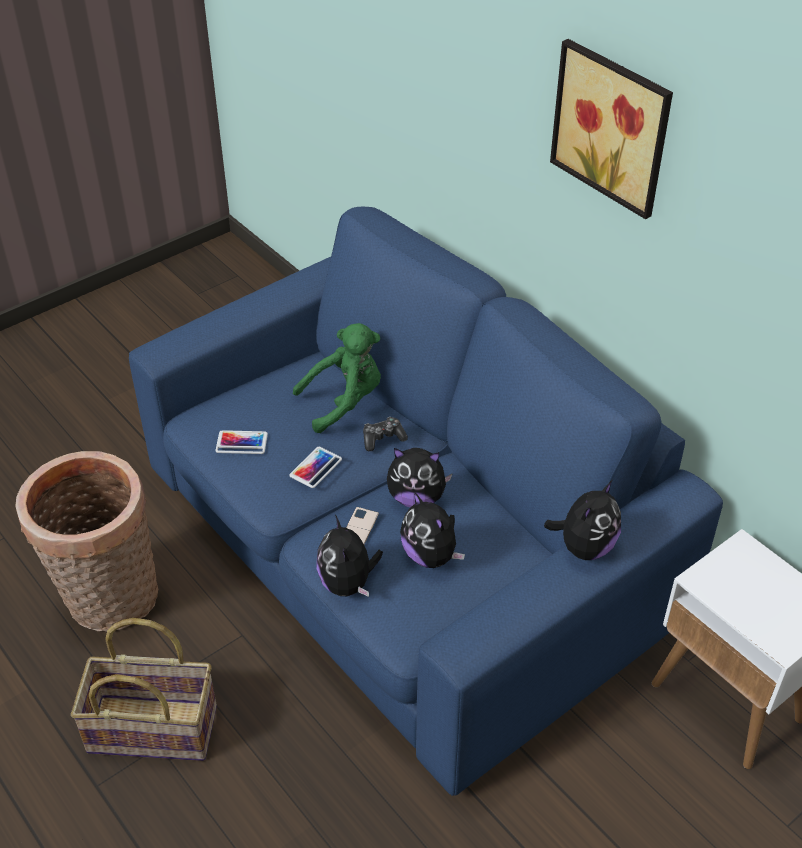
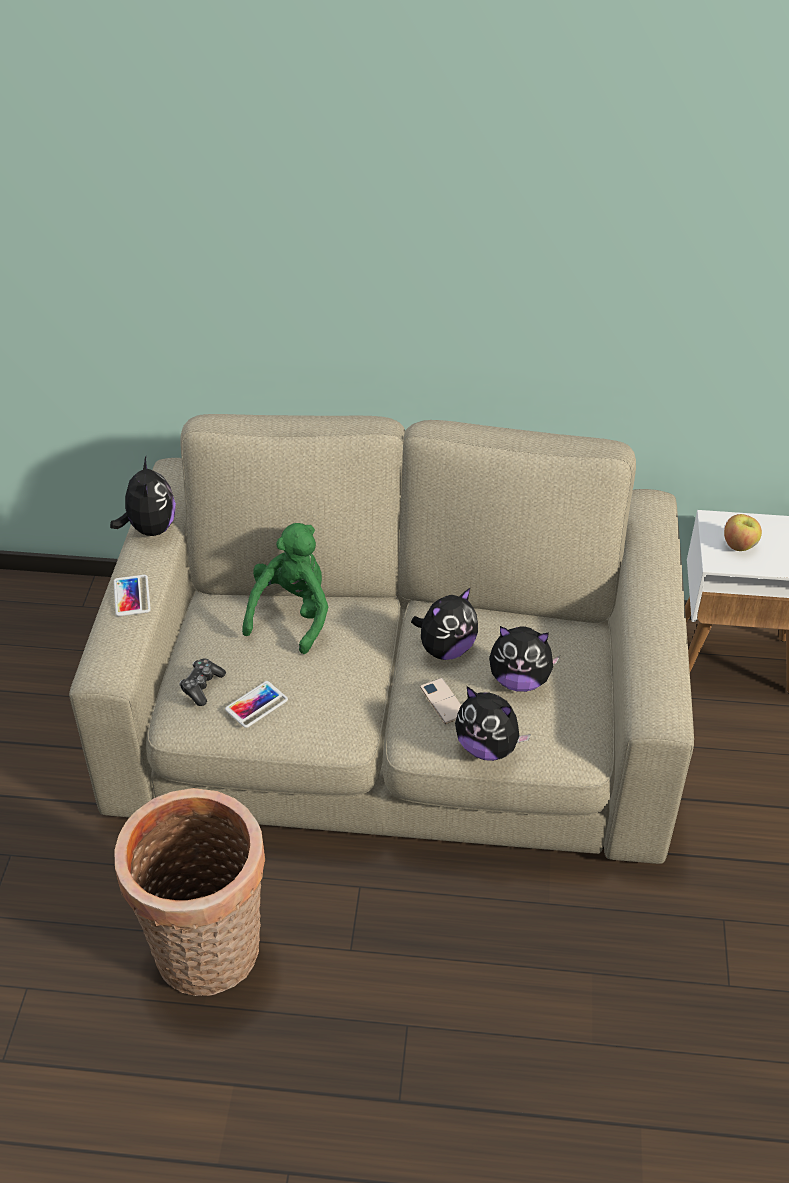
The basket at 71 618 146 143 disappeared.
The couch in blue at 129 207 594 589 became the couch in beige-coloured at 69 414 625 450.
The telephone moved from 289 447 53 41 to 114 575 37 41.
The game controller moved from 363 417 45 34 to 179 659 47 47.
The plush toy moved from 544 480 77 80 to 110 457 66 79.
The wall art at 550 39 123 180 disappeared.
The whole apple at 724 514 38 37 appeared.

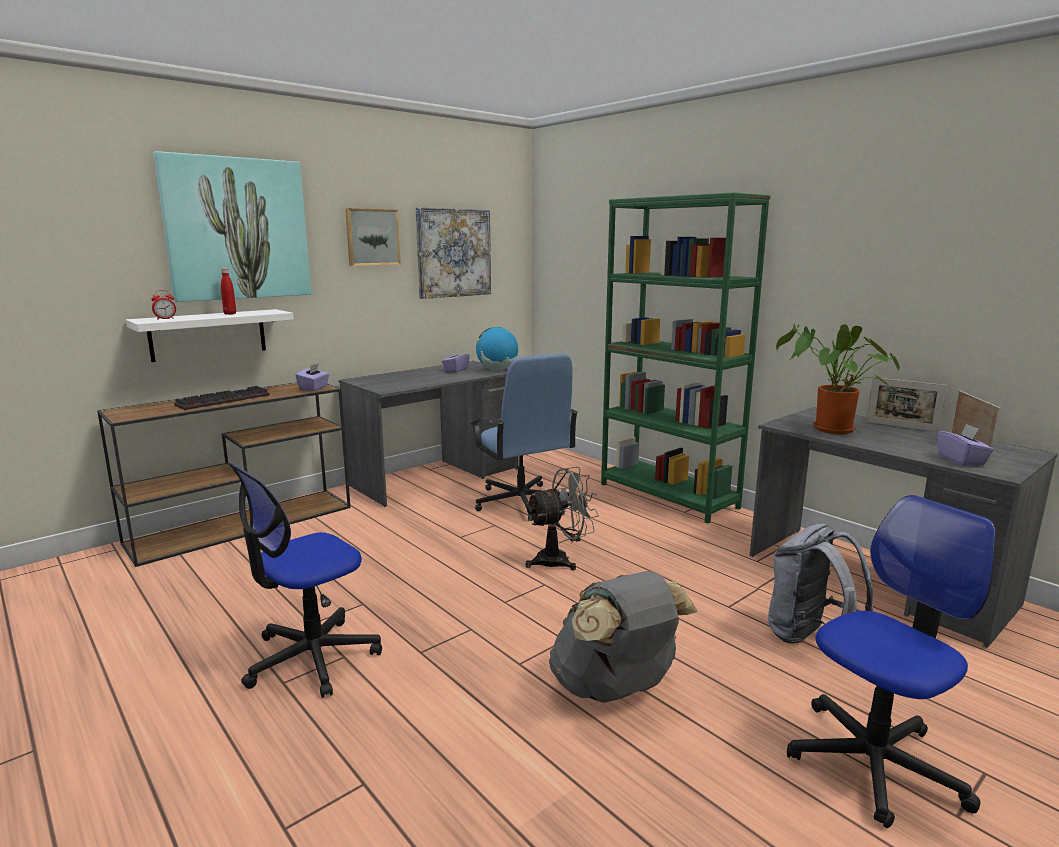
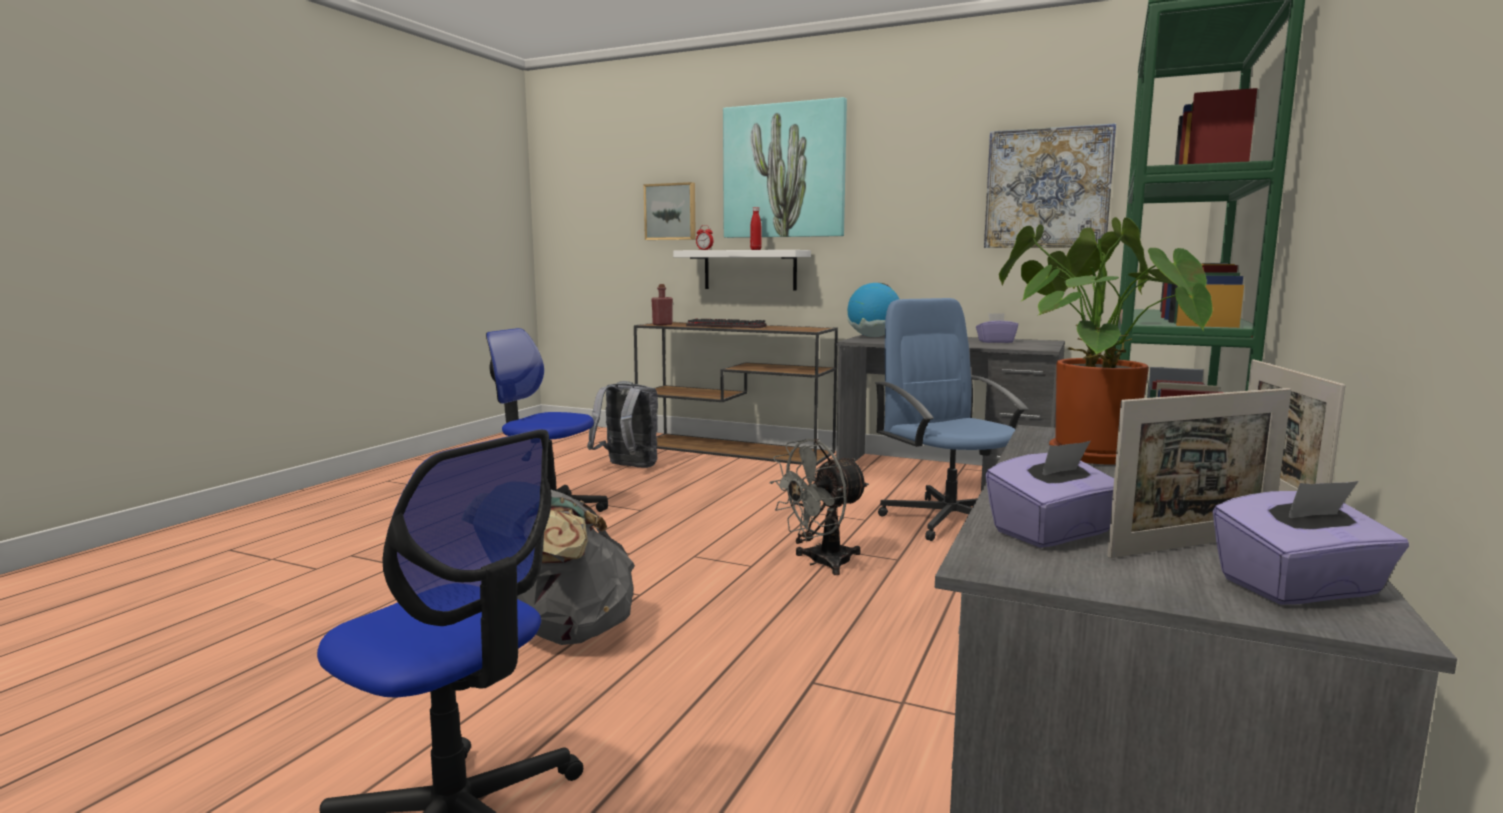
The box of tissues in purple-coloured moved from 296 363 34 28 to 1213 481 196 124.
The wall art moved from 345 208 56 58 to 643 182 53 58.
The computer chair in blue at 471 354 107 167 turned 120 degrees clockwise.
The globe moved from 476 327 42 43 to 847 283 52 54.
The electric fan in gray at 525 467 74 103 turned 105 degrees clockwise.
The backpack in gray moved from 768 523 105 121 to 587 381 71 87.
The beverage bottle in red at 651 284 22 41 appeared.

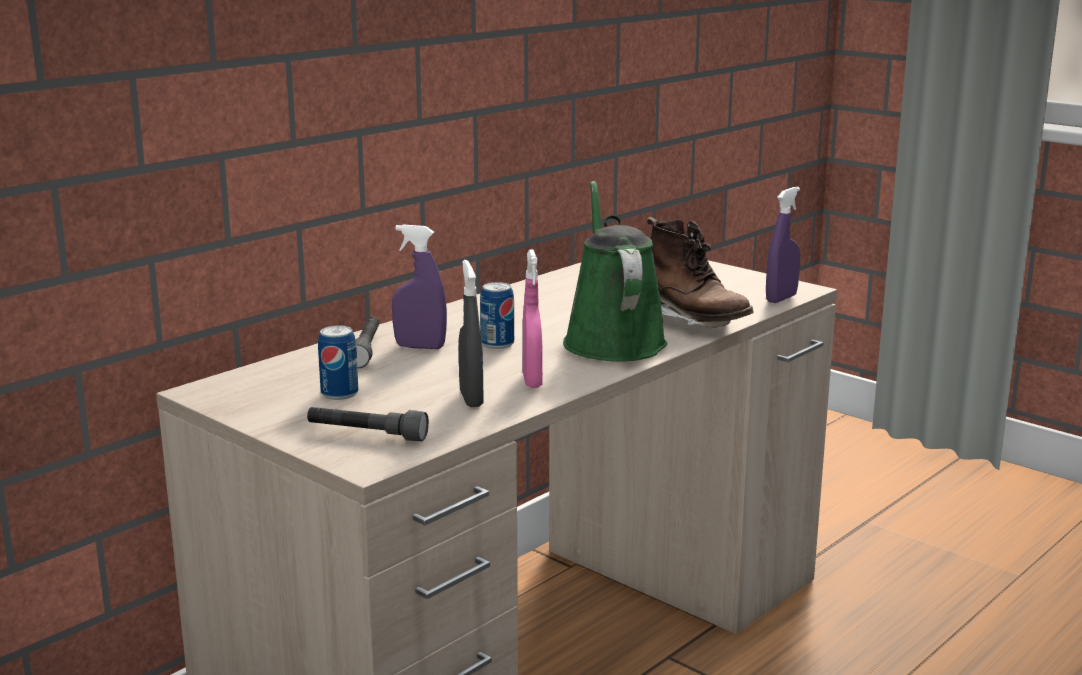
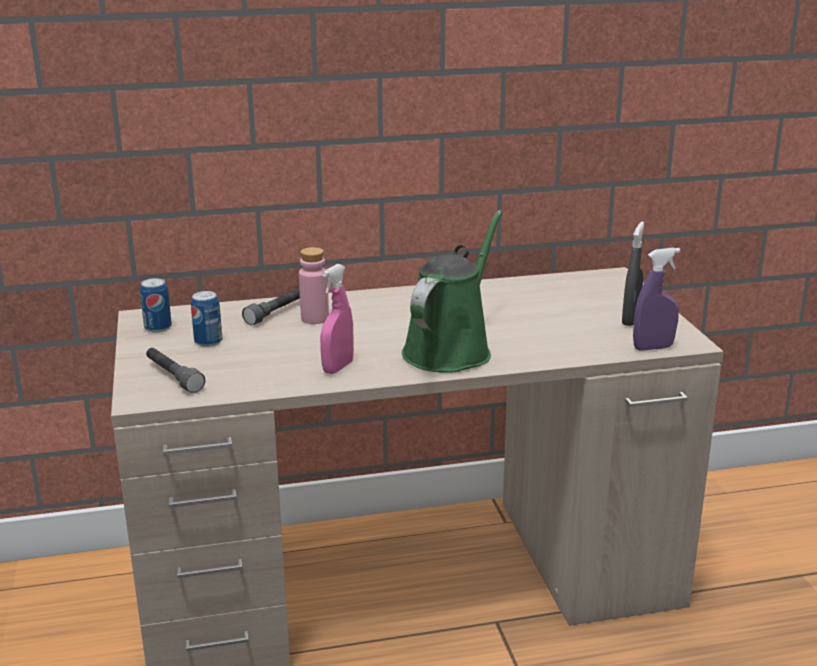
The hand sprayer in purple-coloured at 392 224 55 125 was replaced by the beverage bottle in pink-coloured at 299 247 30 77.
The hand sprayer in gray moved from 459 260 24 147 to 622 222 22 104.
The can moved from 480 282 34 67 to 140 278 32 54.
The tall boot in brownish at 647 217 107 111 disappeared.

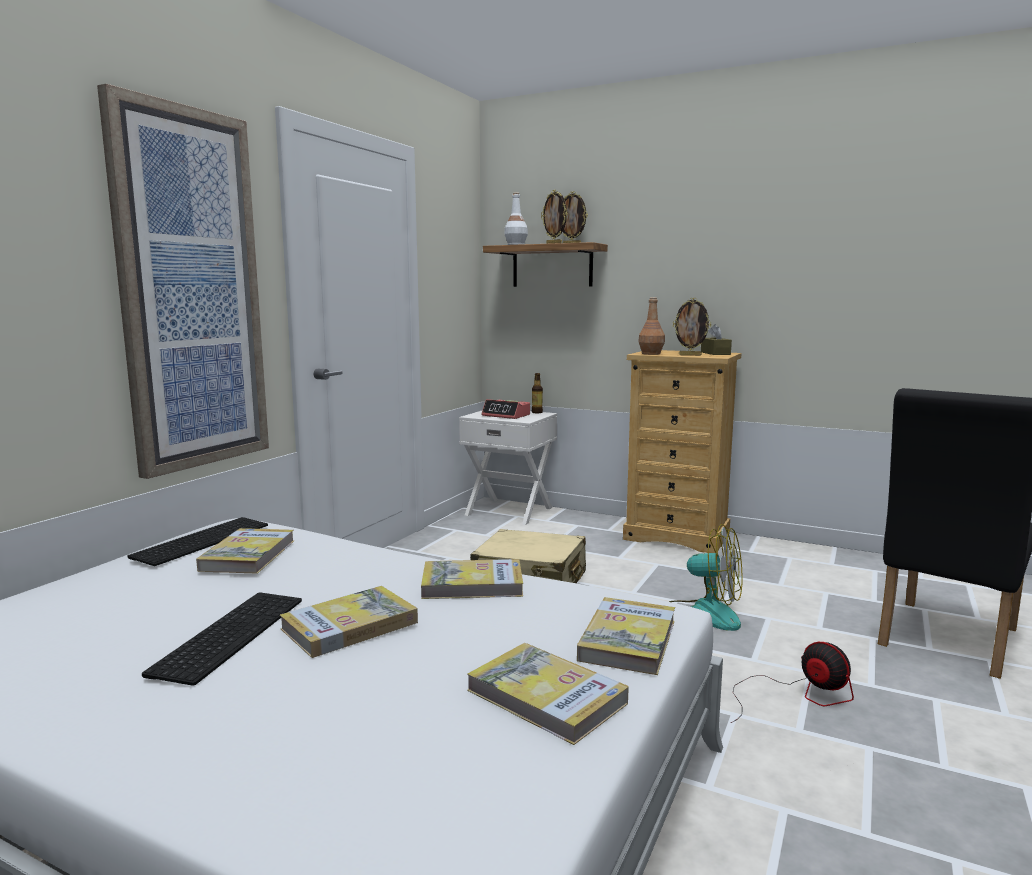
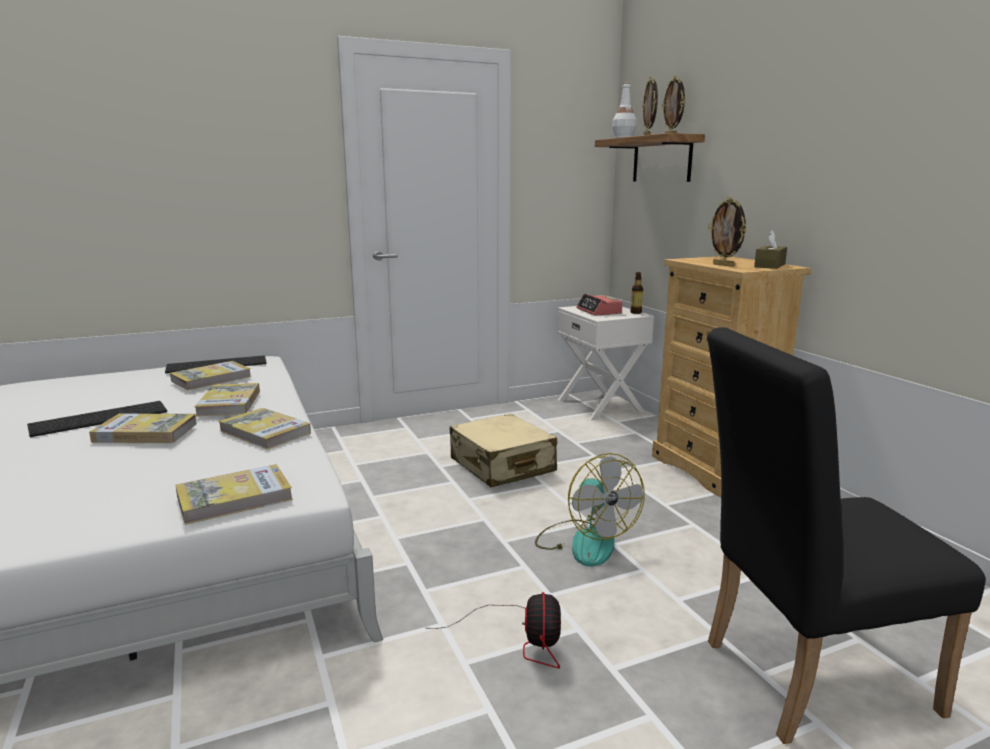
The wall art at 97 84 172 395 disappeared.
The bound book moved from 467 643 162 102 to 194 383 66 33.
The beverage bottle in brownish at 638 297 27 58 disappeared.

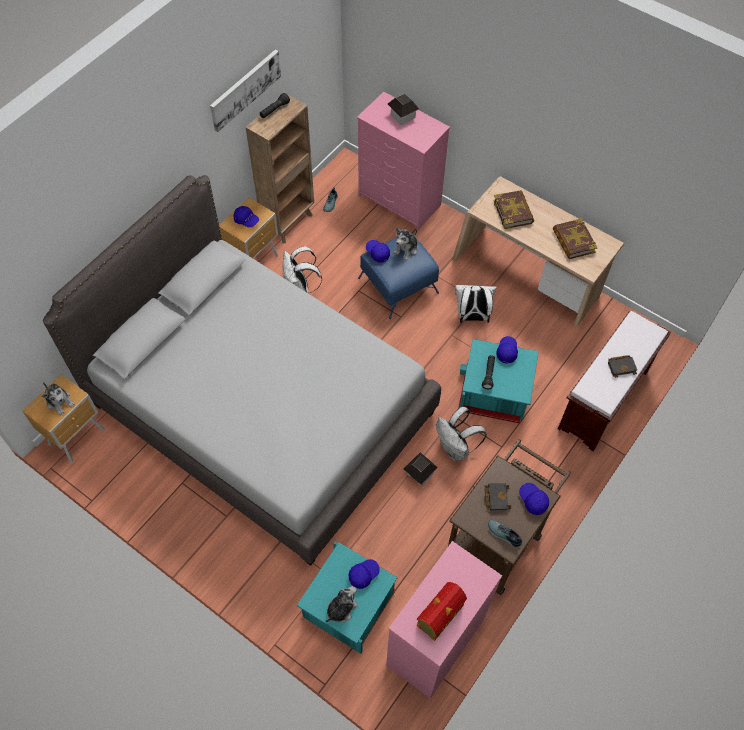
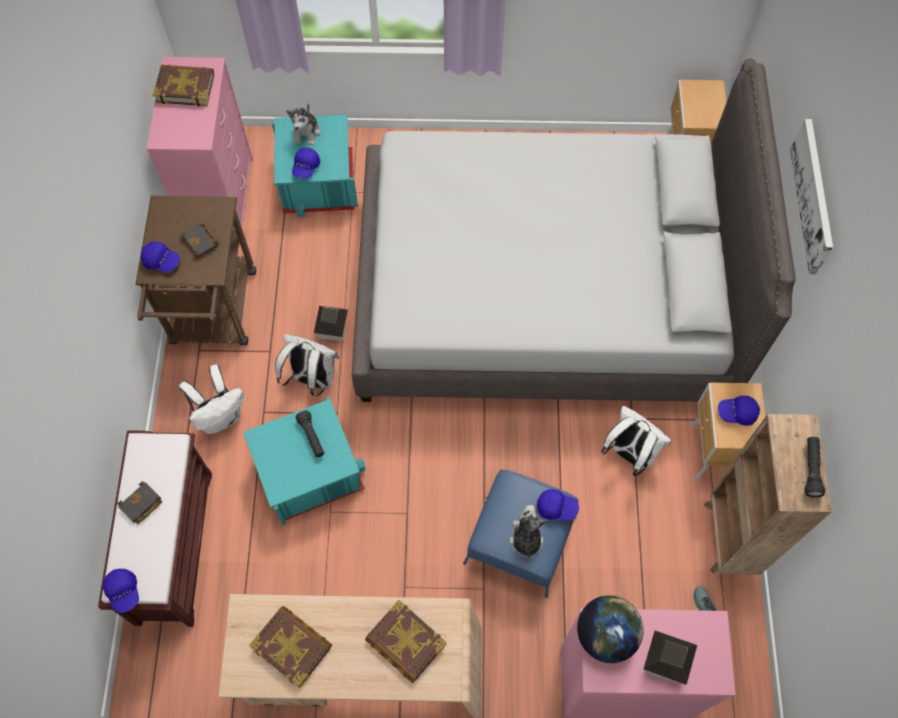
The plush toy at 42 382 33 34 disappeared.
The wall art moved from 210 50 71 82 to 790 119 43 155.
The toy house at 417 582 50 59 was replaced by the bound book at 153 65 61 42.
The backpack in white-coloured moved from 455 285 41 38 to 179 364 65 70.
The shoe at 488 520 34 27 disappeared.
The cap in blue moved from 496 336 22 28 to 103 569 36 44.
The globe at 577 595 67 68 appeared.

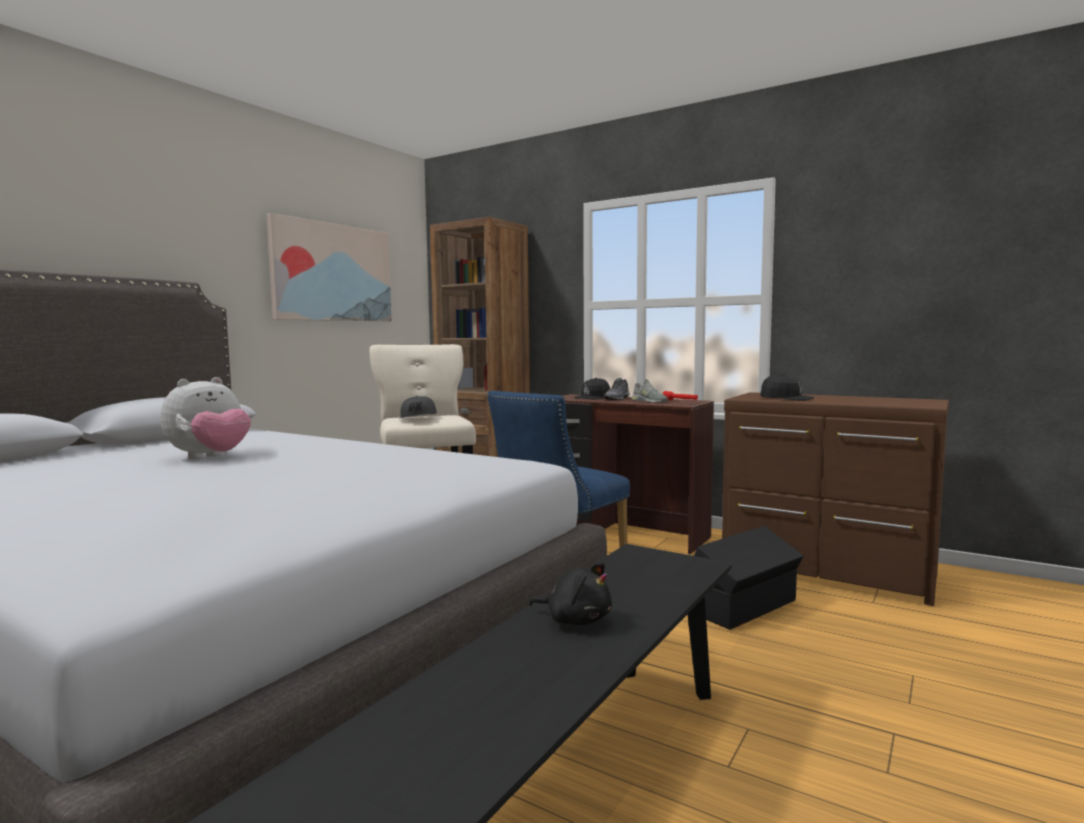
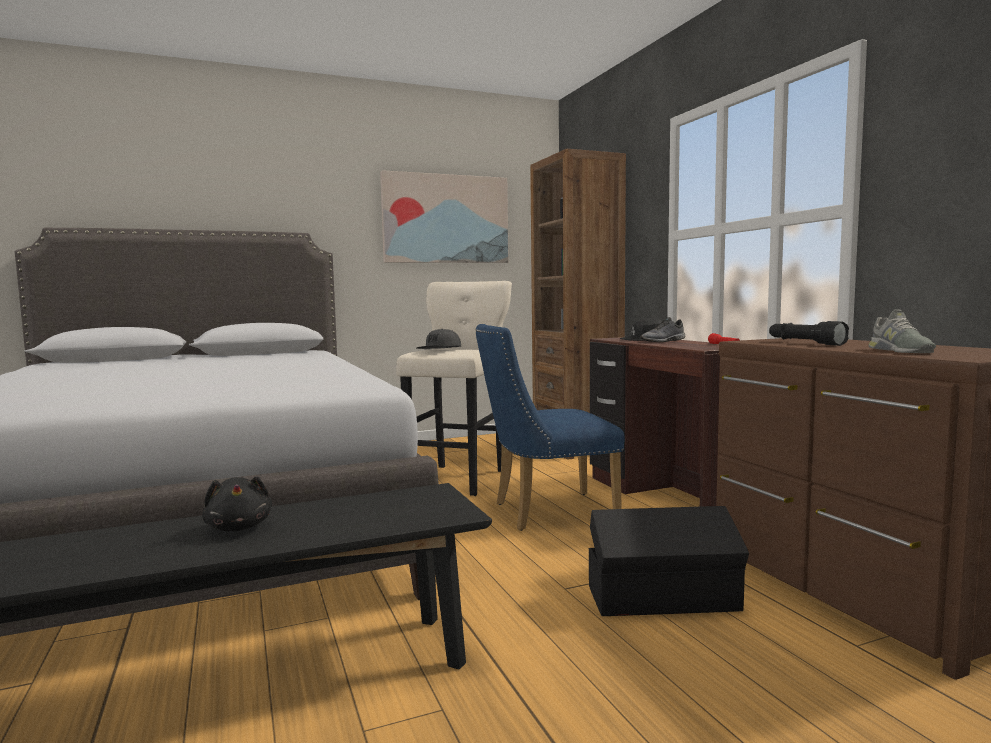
The plush toy at 161 377 90 82 disappeared.
The shoe in gray moved from 632 379 36 24 to 869 309 67 44.
The cap in black-coloured at 760 374 54 27 was replaced by the torch in black-coloured at 769 321 80 25.

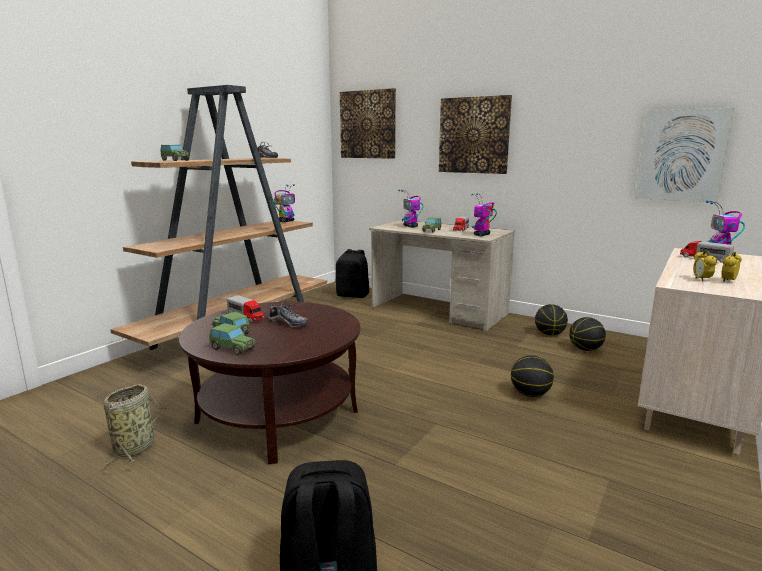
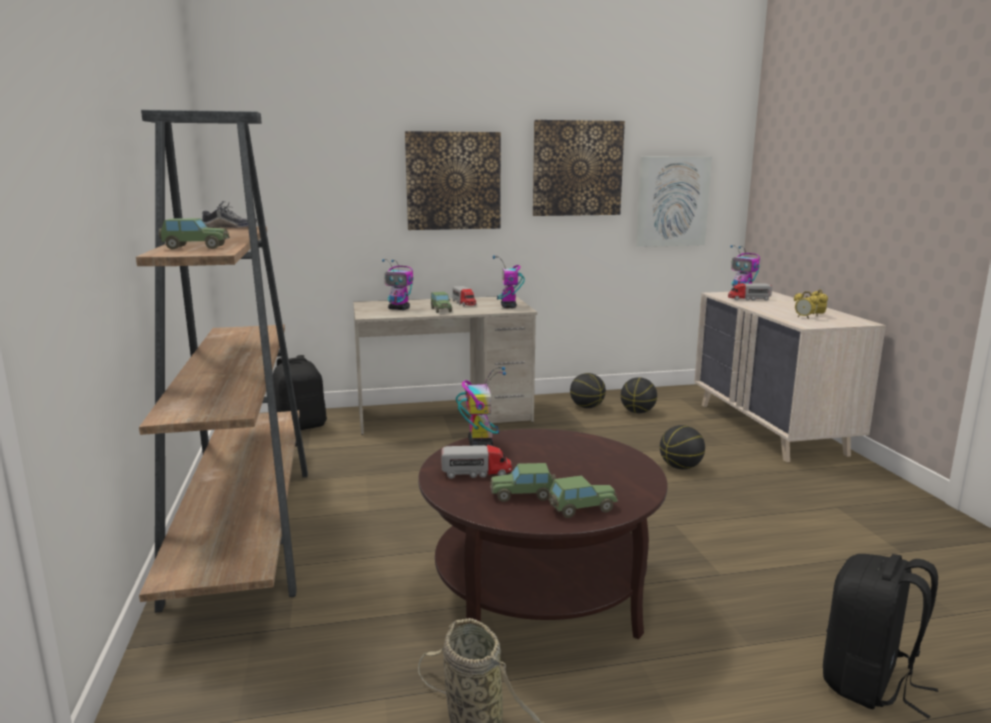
The shoe at 269 301 40 26 disappeared.
The toy robot moved from 274 184 21 38 to 456 367 50 79.
The wall art moved from 340 88 56 71 to 533 120 92 96.

